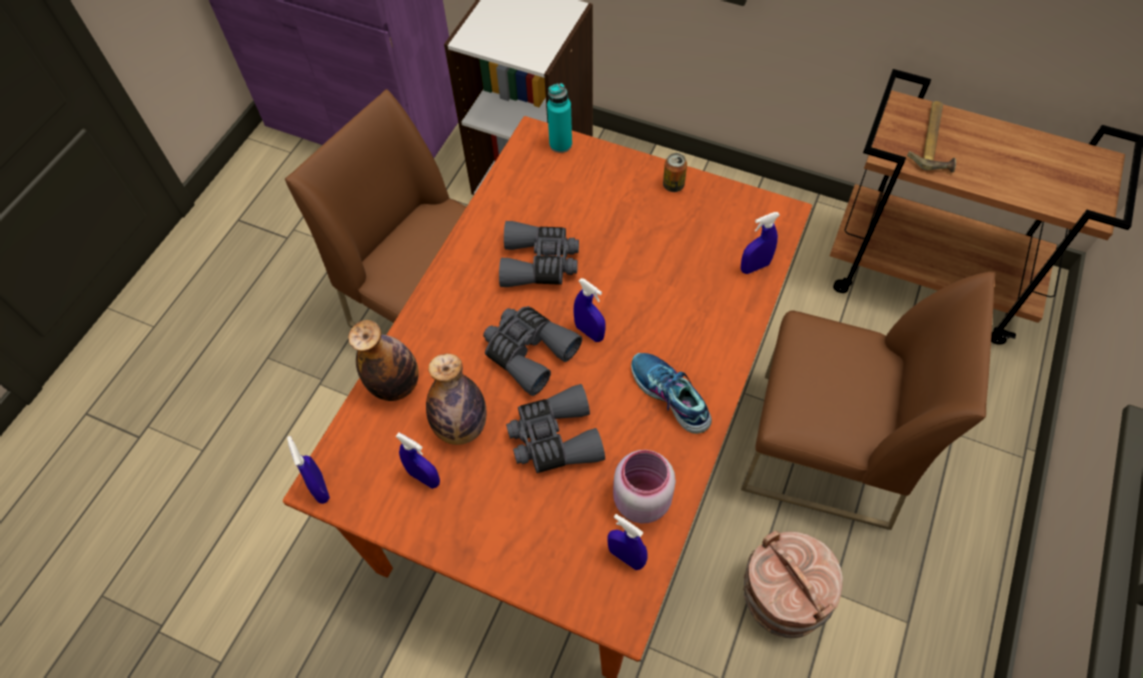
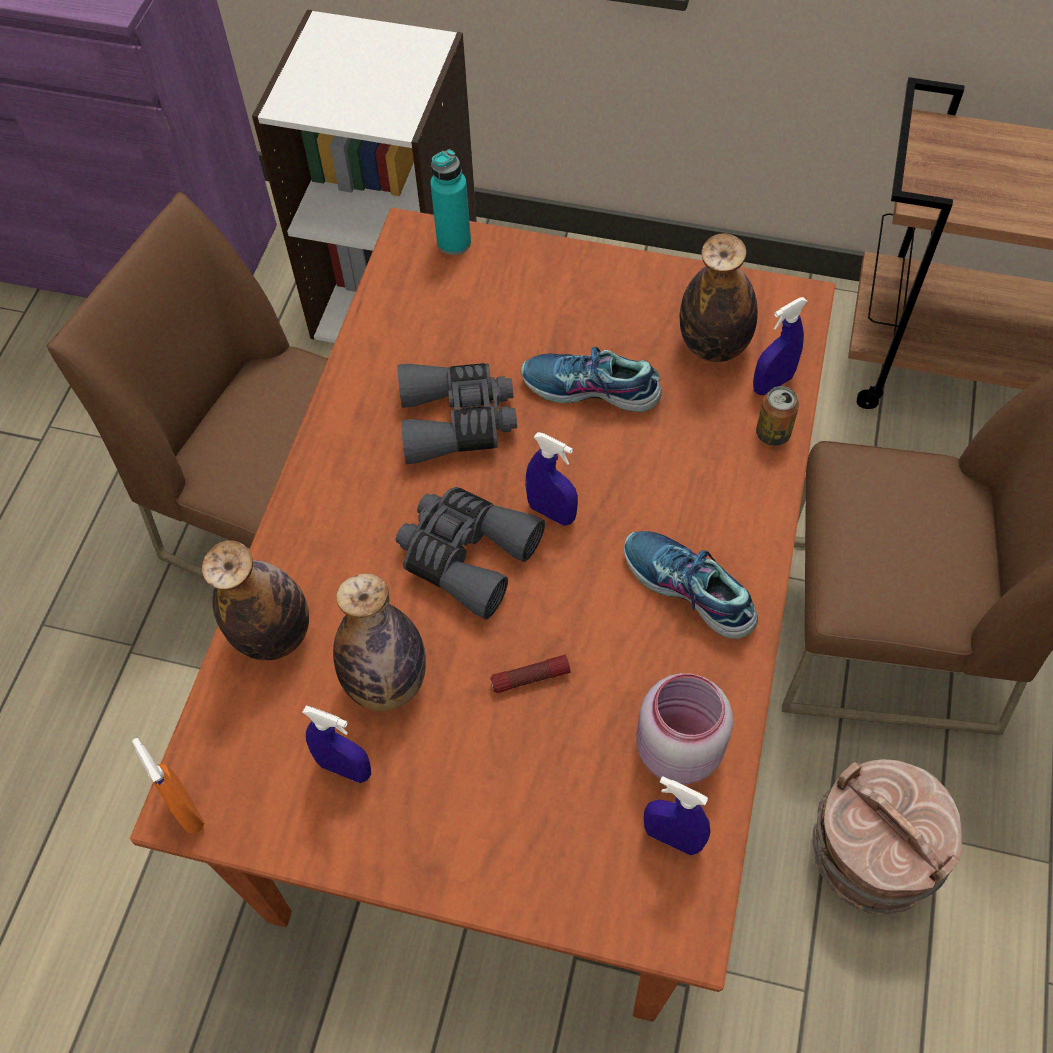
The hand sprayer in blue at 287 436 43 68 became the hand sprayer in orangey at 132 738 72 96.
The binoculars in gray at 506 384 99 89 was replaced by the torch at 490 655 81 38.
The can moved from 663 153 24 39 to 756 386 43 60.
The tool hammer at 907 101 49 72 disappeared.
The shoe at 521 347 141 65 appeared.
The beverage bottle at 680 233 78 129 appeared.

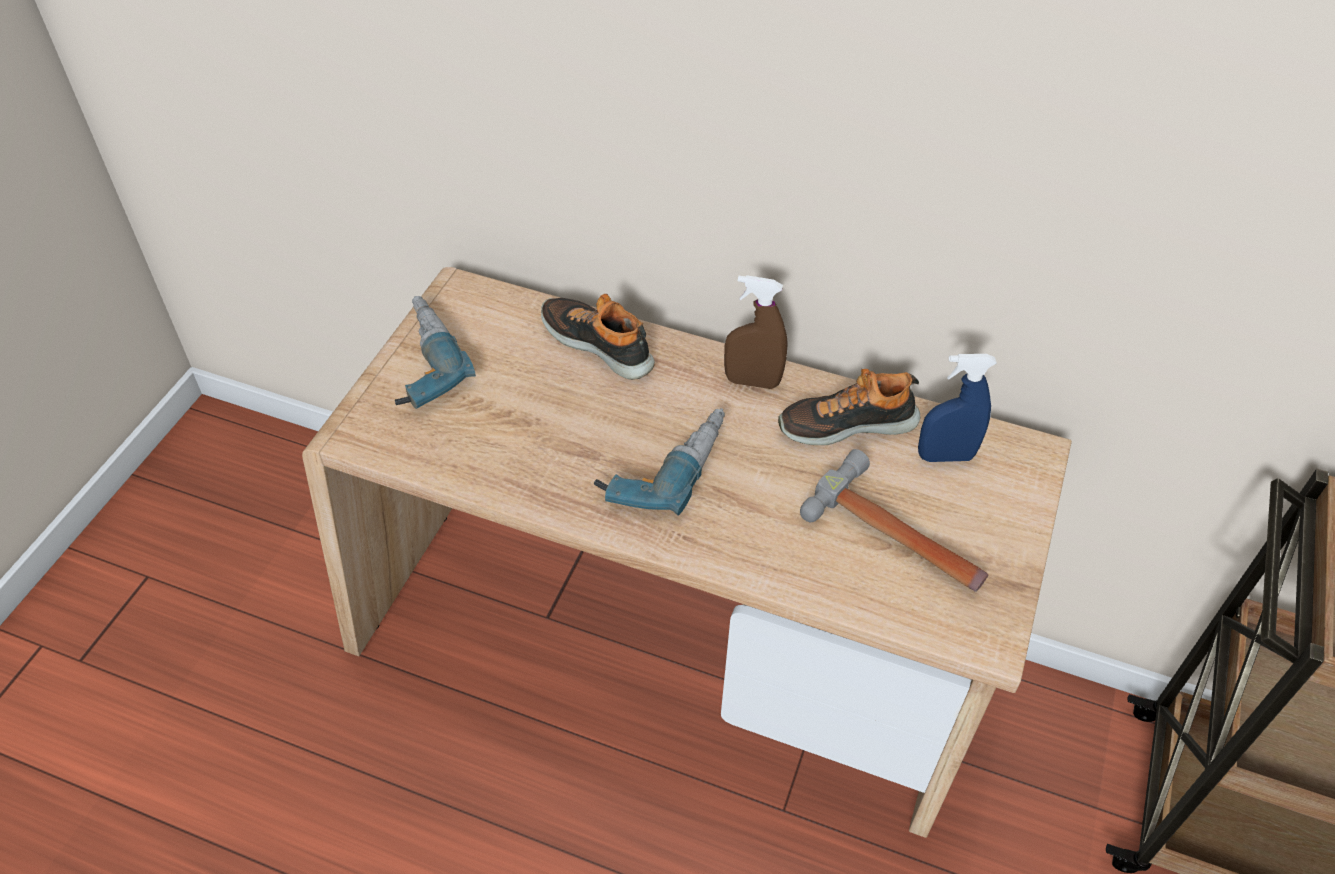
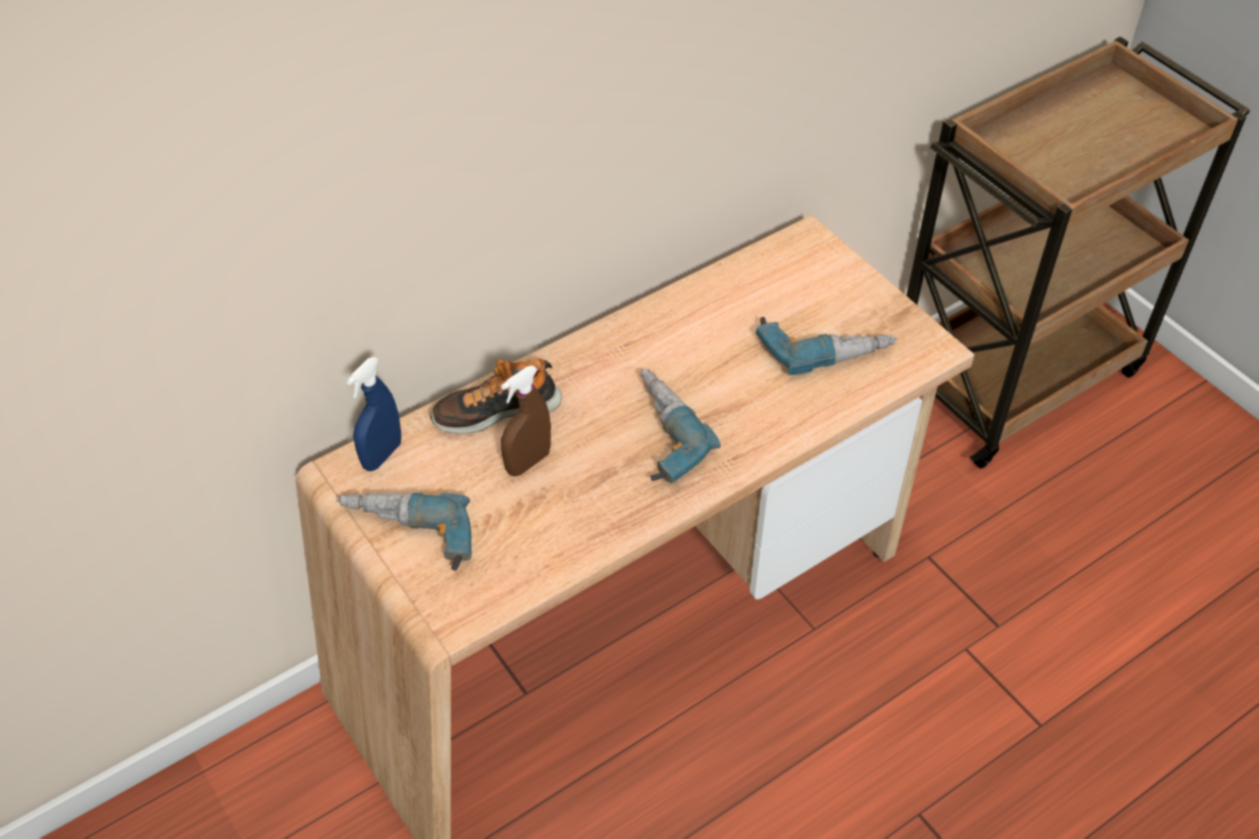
The hand sprayer in brownish moved from 724 275 64 114 to 501 365 50 111.
The shoe at 778 369 142 76 disappeared.
The tool hammer at 800 449 189 143 was replaced by the electric drill at 756 317 141 58.
The hand sprayer in blue moved from 918 354 79 108 to 347 357 54 114.

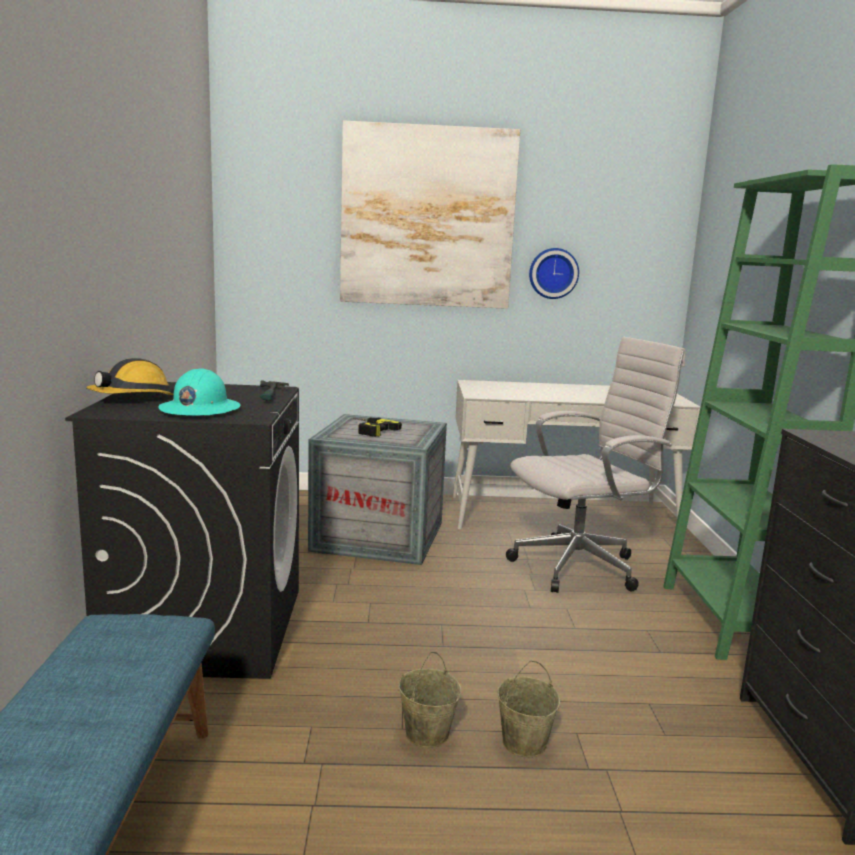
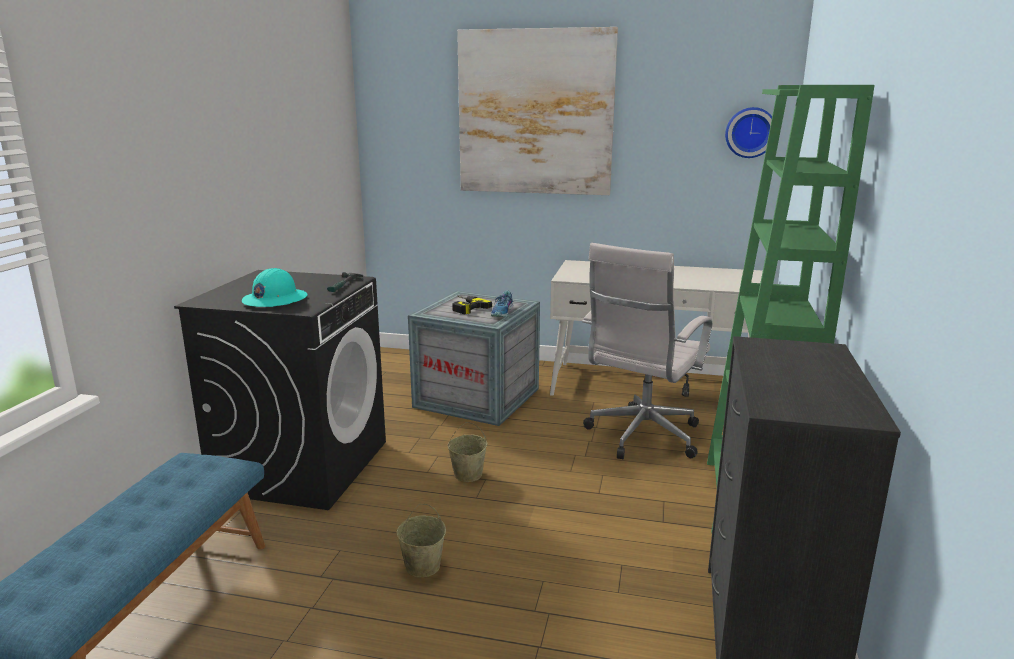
The work helmet at 86 358 88 37 disappeared.
The bucket in beige-coloured moved from 497 660 63 97 to 447 422 41 60.
The computer chair in white-coloured at 506 337 180 256 turned 135 degrees clockwise.
The wall clock moved from 529 248 50 51 to 725 107 47 51.
The shoe at 491 290 23 27 appeared.

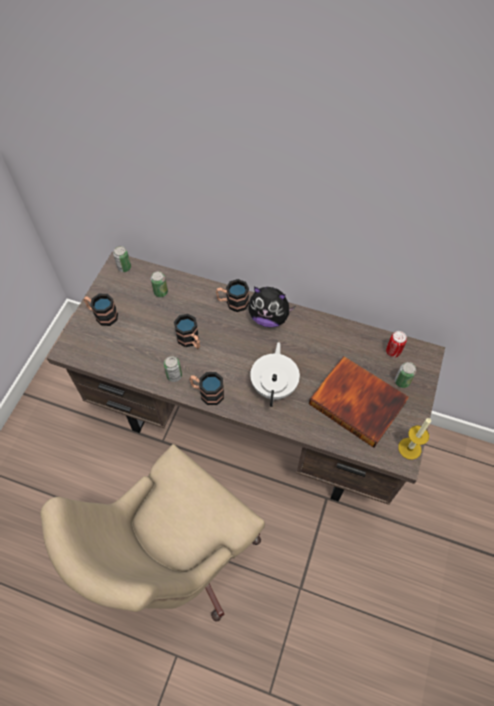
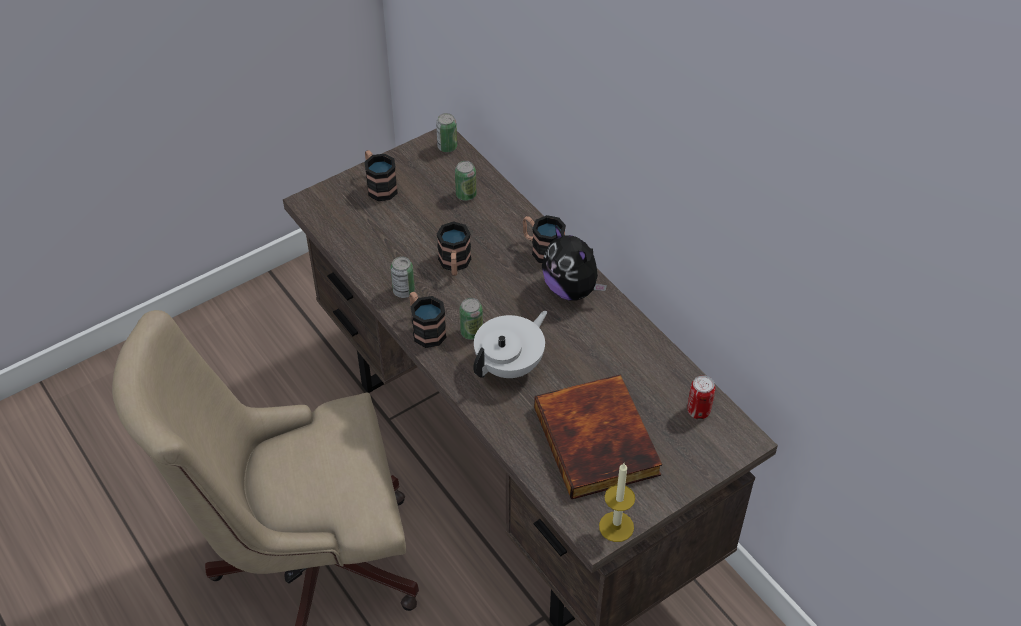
The can moved from 395 362 21 26 to 459 298 24 42.

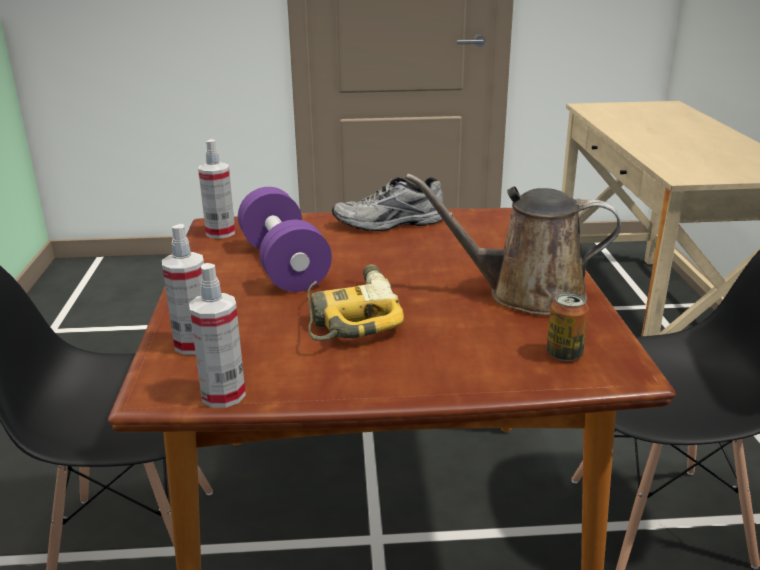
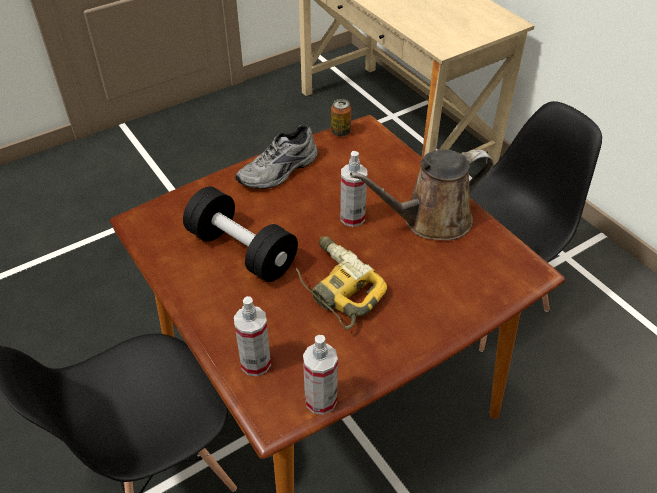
The hand sprayer moved from 198 139 37 100 to 340 151 27 76.
The free weight in purple-coloured at 238 187 94 105 became the free weight in black-coloured at 183 187 115 95.
The can moved from 547 292 42 69 to 331 99 20 38.

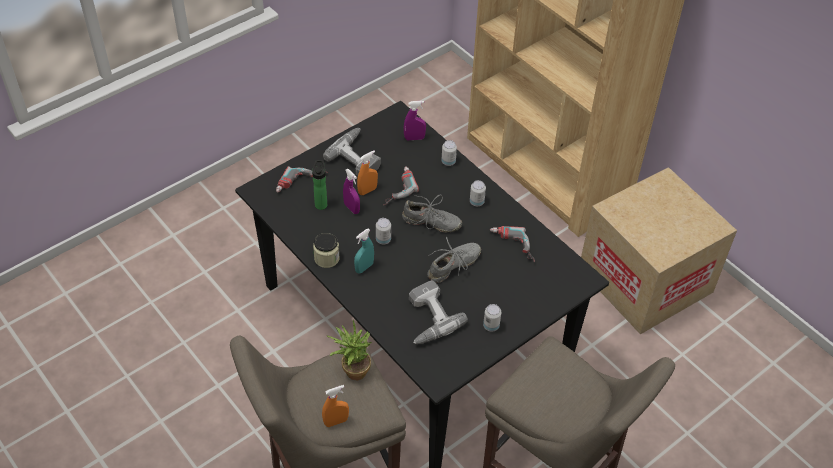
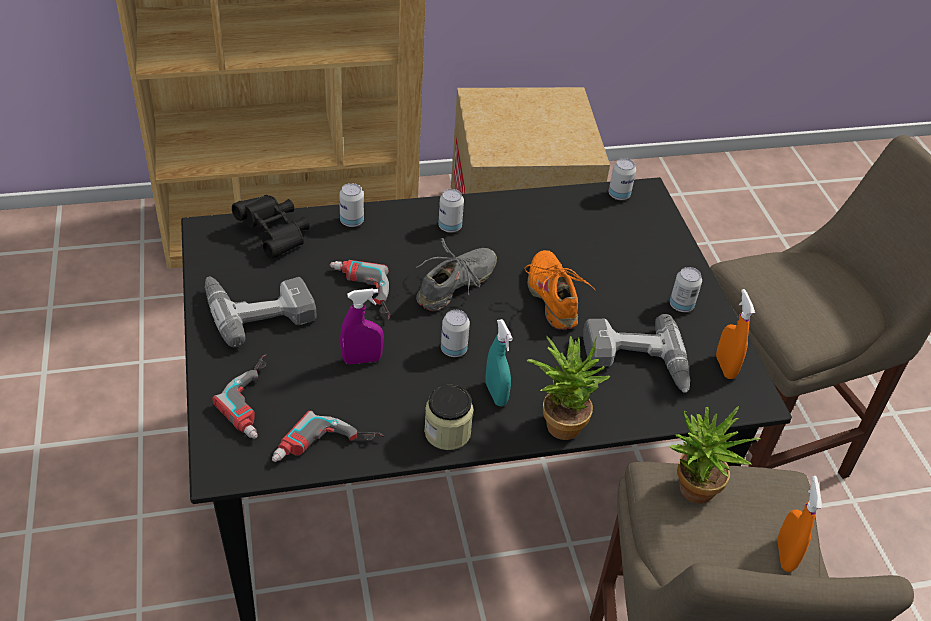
The beverage bottle at 312 160 15 50 disappeared.
The hand sprayer in orangey moved from 357 150 21 45 to 716 289 39 90.
The hand sprayer in purple-coloured at 404 101 22 39 was replaced by the binoculars in black-coloured at 232 195 78 64.
The shoe in gray at 427 237 54 46 became the shoe in orangey at 524 250 71 80.
The electric drill moved from 490 226 45 36 to 272 411 112 51.
The houseplant at 527 335 84 105 appeared.
The can at 608 158 28 42 appeared.

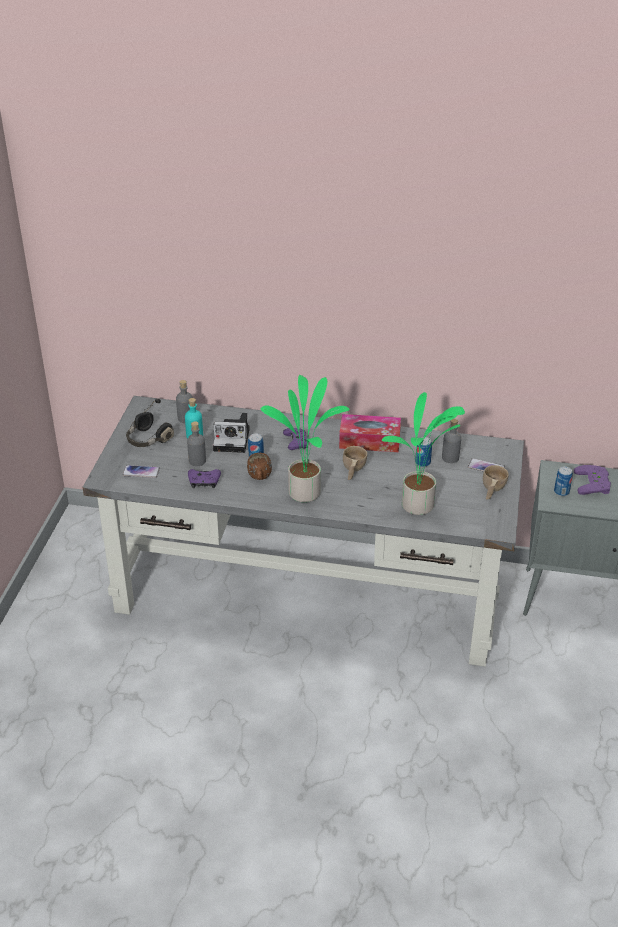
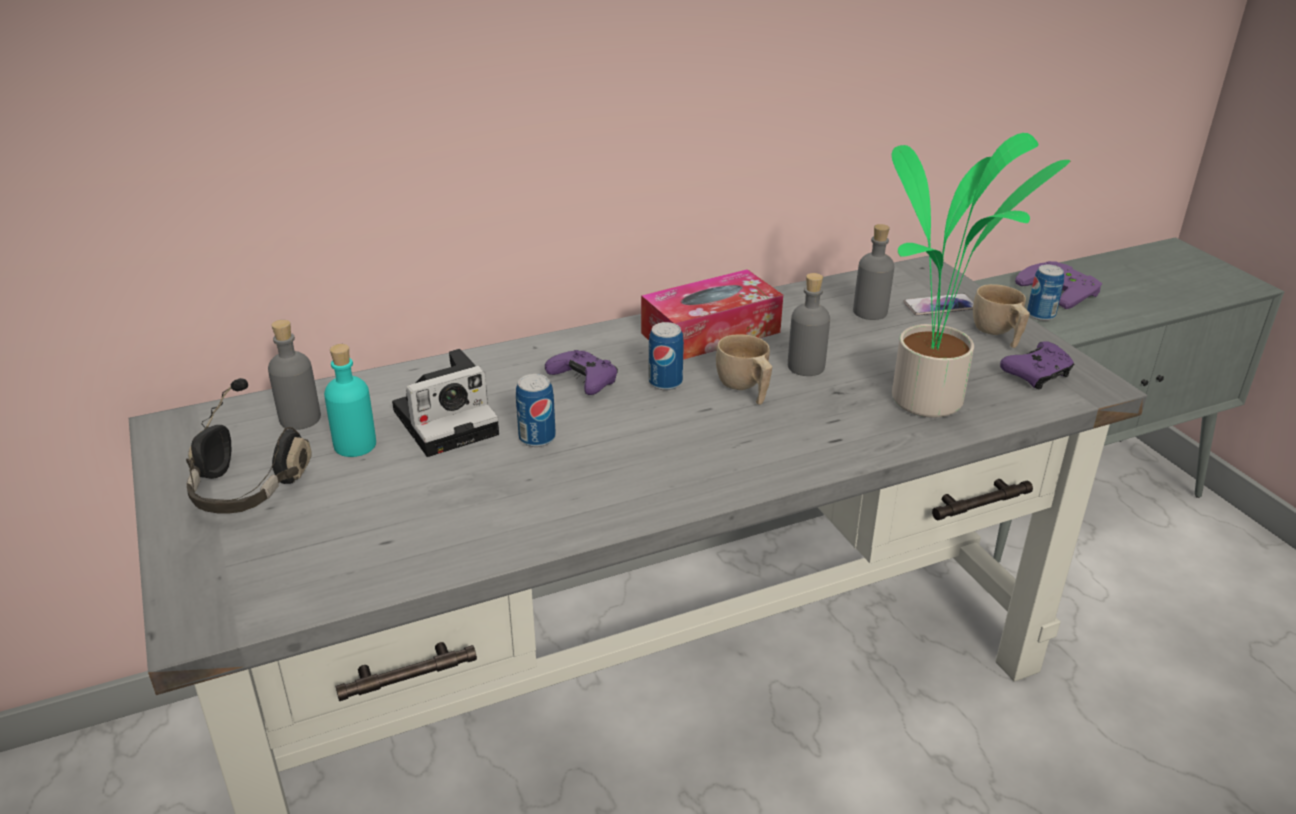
The telephone at 122 465 38 13 disappeared.
The beverage bottle in gray moved from 187 421 19 45 to 788 273 42 103.
The game controller in purple-coloured moved from 188 469 33 19 to 1000 341 74 49.
The tea mug in brownish at 247 453 25 27 disappeared.
The houseplant at 260 375 90 127 disappeared.
The can moved from 415 437 17 30 to 649 322 35 68.

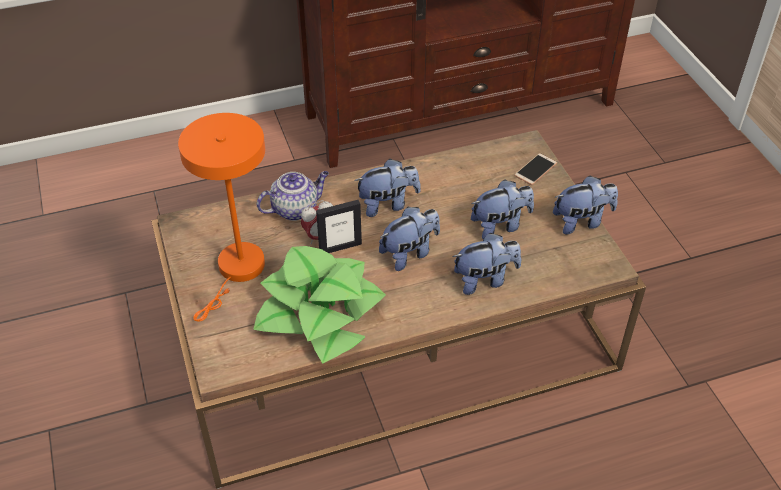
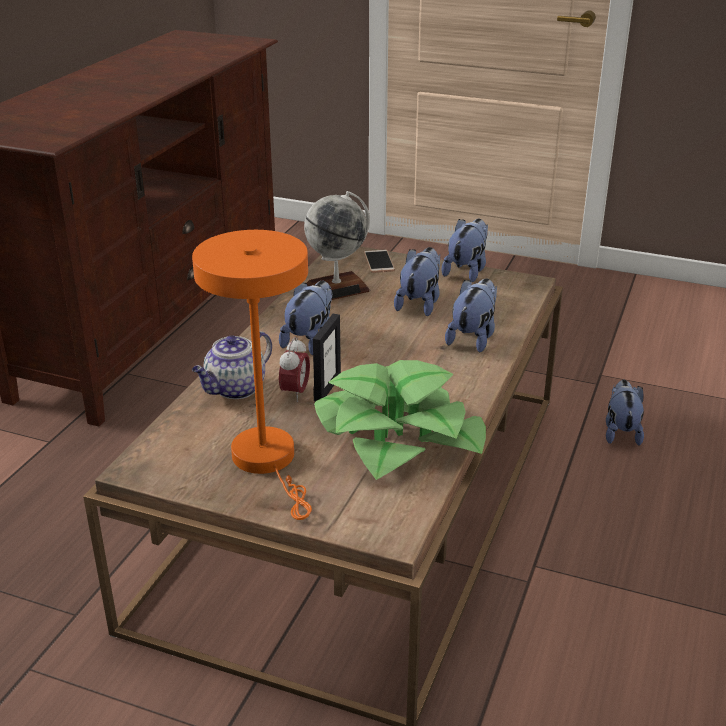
The tea pot at 257 171 72 50 turned 150 degrees counterclockwise.
The plush toy moved from 379 207 61 64 to 606 380 38 66.
The globe at 304 191 66 109 appeared.

